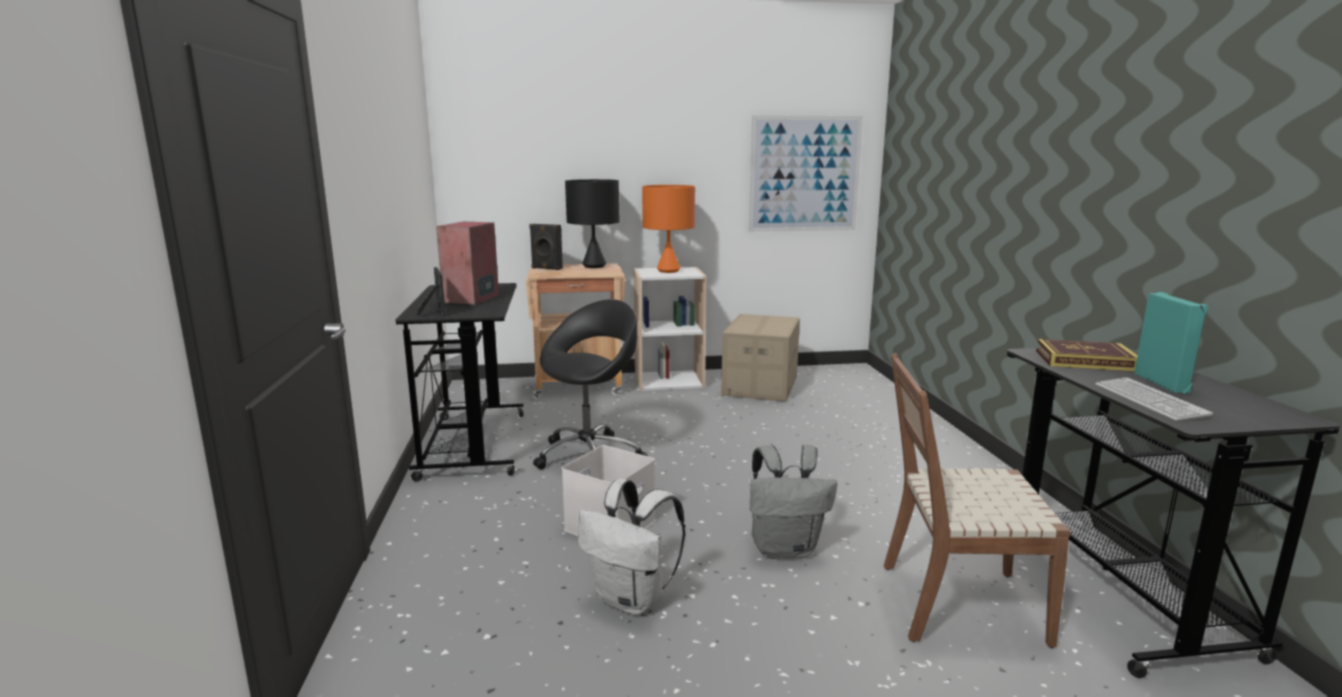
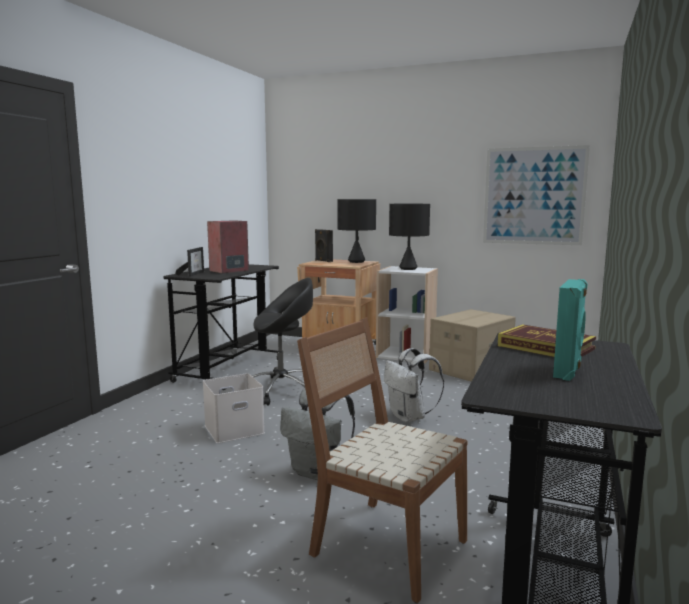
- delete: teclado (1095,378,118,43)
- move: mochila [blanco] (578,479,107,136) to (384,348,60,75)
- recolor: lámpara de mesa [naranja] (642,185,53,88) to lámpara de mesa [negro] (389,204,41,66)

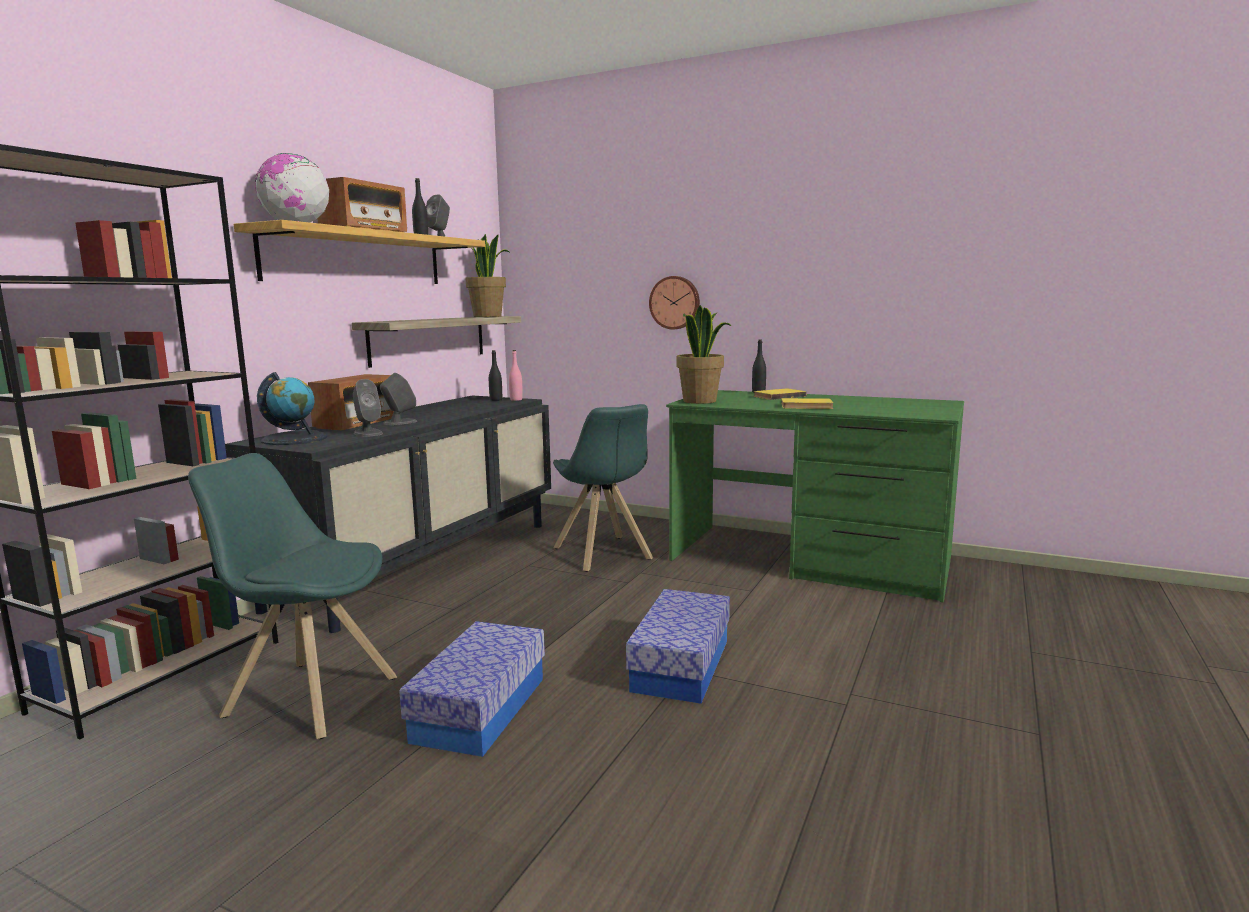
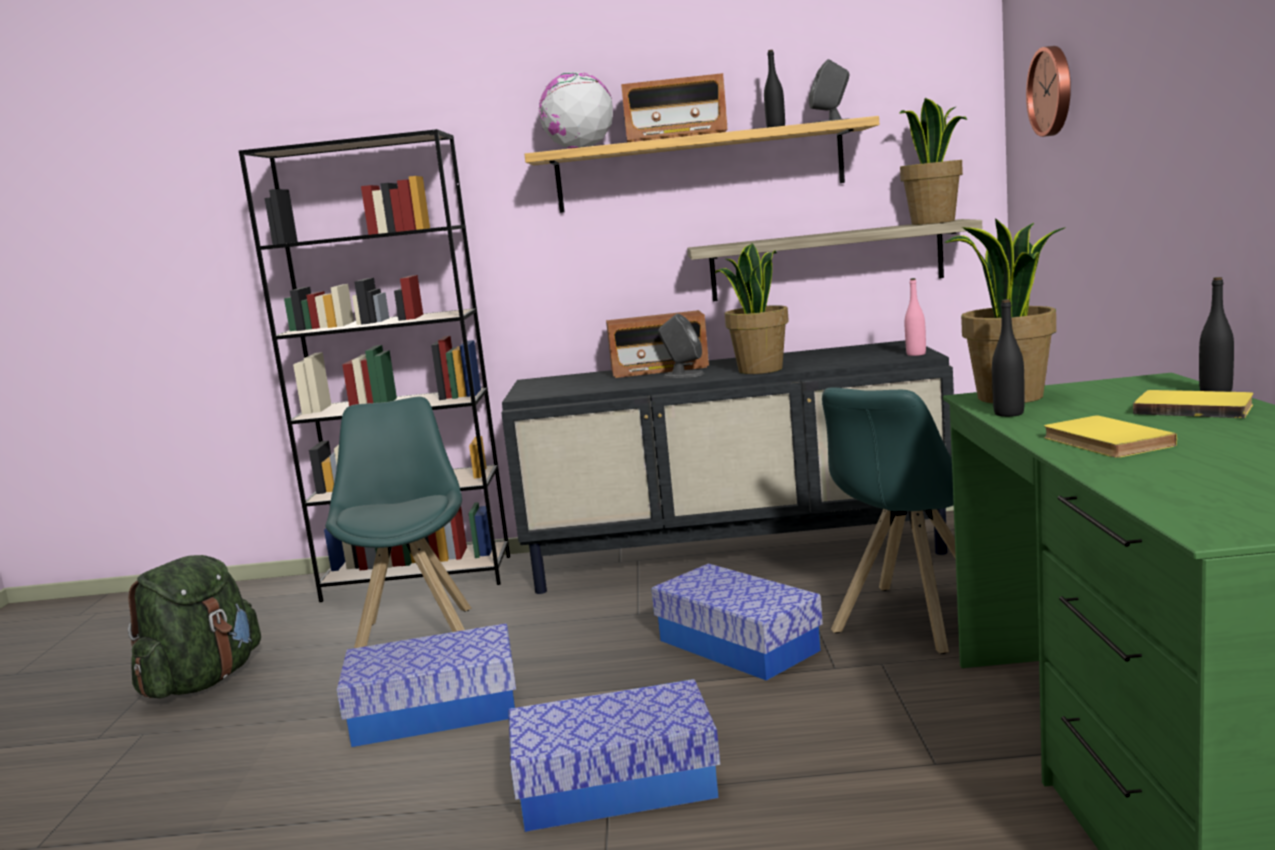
- delete: globo terráqueo (257,372,70,73)
- delete: altavoz [gris] (353,379,30,58)
- insert: mochila [verde] (128,555,133,143)
- insert: caja de almacenaje (652,563,171,118)
- insert: planta en maceta (714,243,75,131)
- move: botella [negro] (489,350,13,51) to (992,299,33,118)
- move: reloj de pared (649,276,51,53) to (1026,46,45,91)

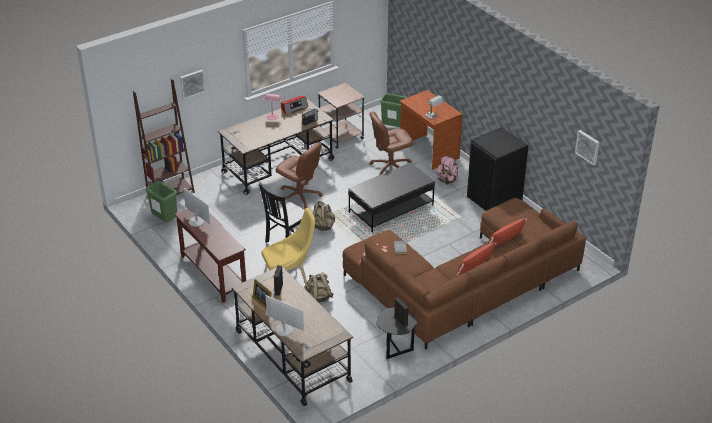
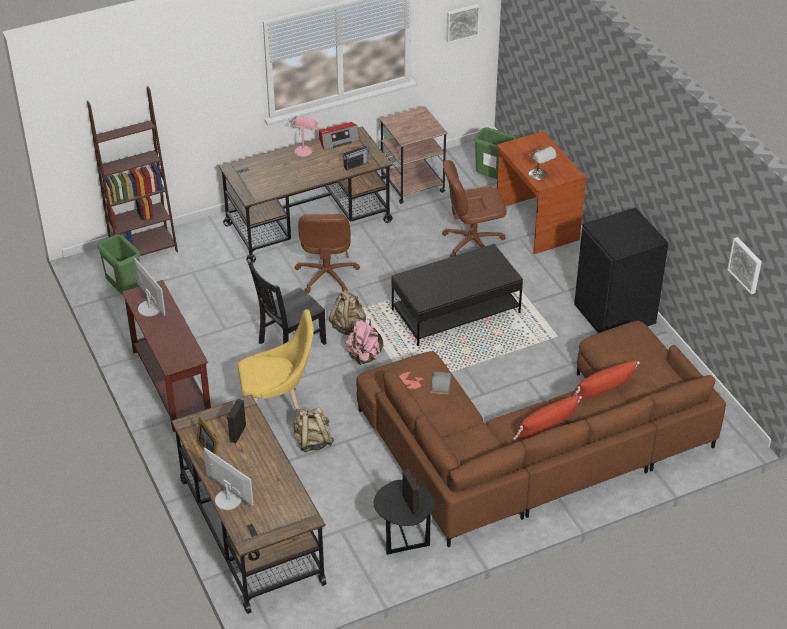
- move: cuadro (180,70,25,29) to (446,4,34,39)
- move: mochila [rosa] (436,154,22,31) to (345,319,38,46)
- rotate: silla de oficina [marrón] (276,142,47,67) = (294,214,66,79) 45 degrees clockwise

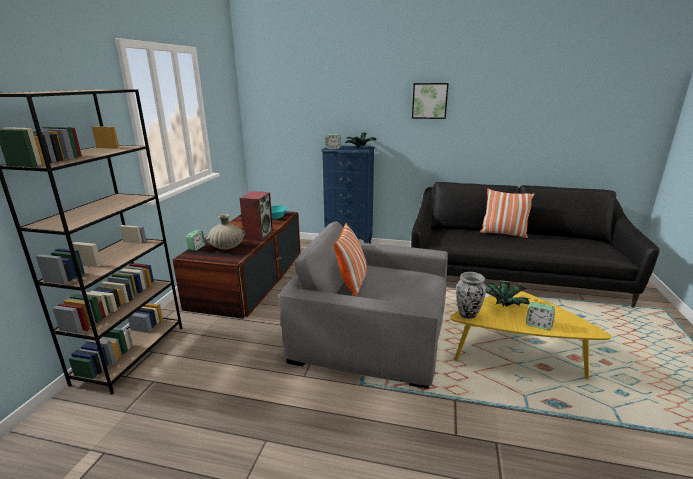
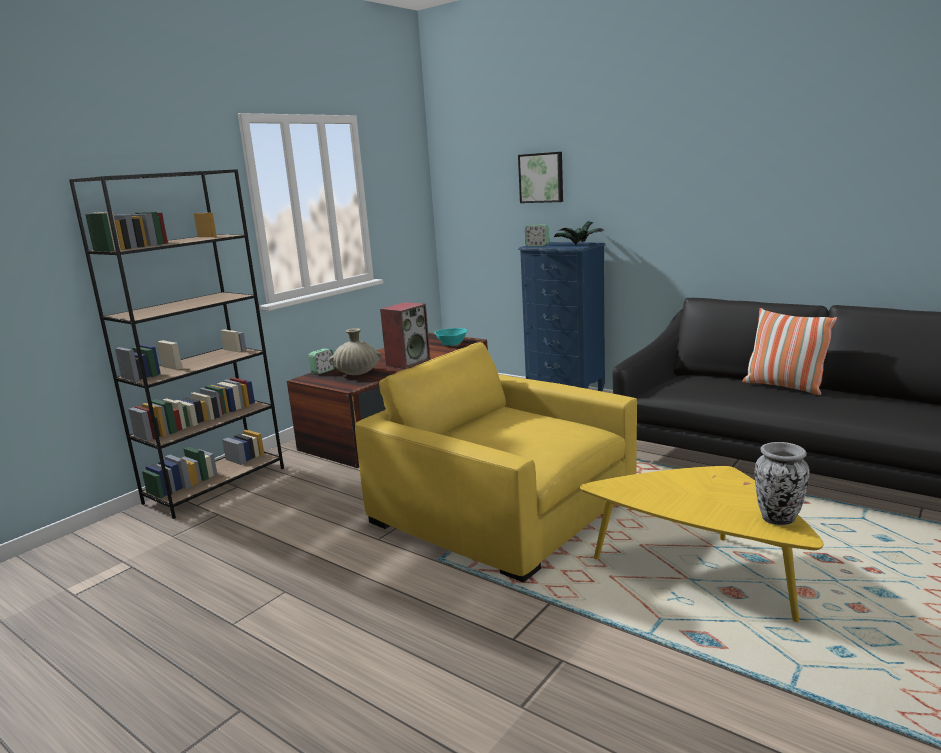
- delete: cojín (334,223,33,74)
- delete: planta en maceta (485,281,45,26)
- delete: despertador (526,302,29,28)
- move: cuadro (412,83,37,36) to (518,152,45,51)
- move: florero (456,272,30,47) to (755,442,55,83)
- recolor: sillón [gris] (279,221,169,168) to sillón [amarillo] (355,342,282,240)

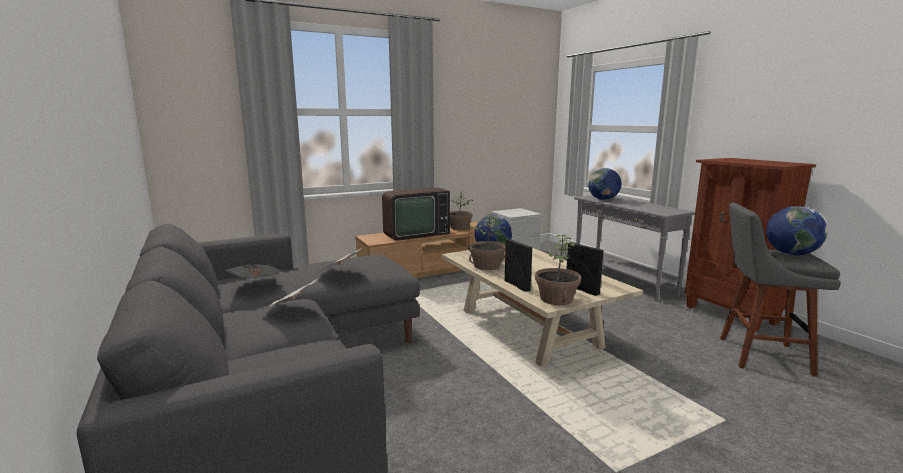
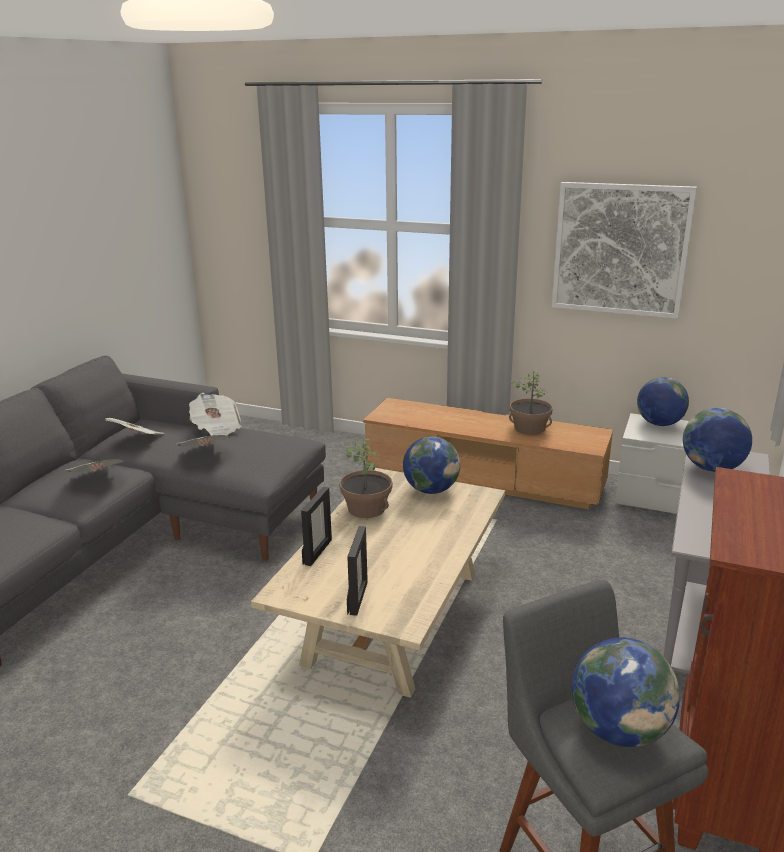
- delete: televisor (382,188,68,52)
- delete: planta en maceta (535,234,46,71)
- insert: periódico (189,393,52,43)
- insert: cuadro (552,182,145,137)
- insert: globo terráqueo (637,377,52,49)

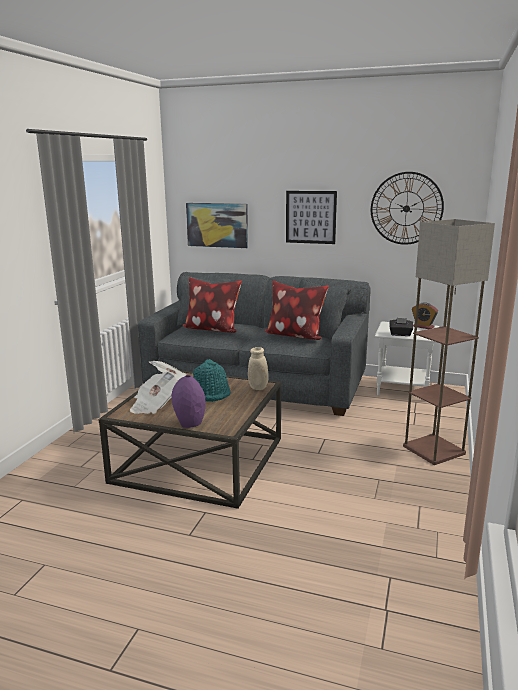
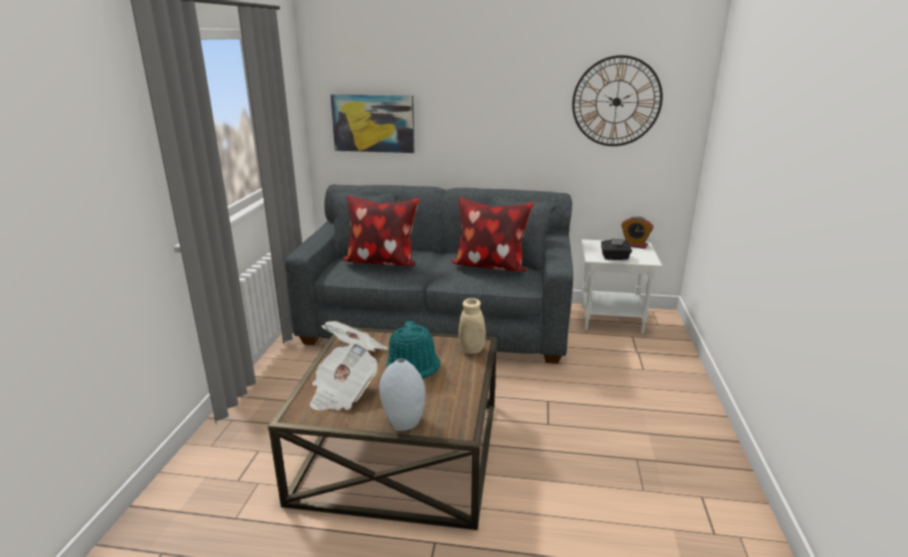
- delete: cuadro (286,191,51,53)
- delete: lámpara de pie (403,219,92,246)
- recolor: florero [morado] (171,375,35,53) to florero [gris] (379,359,47,72)

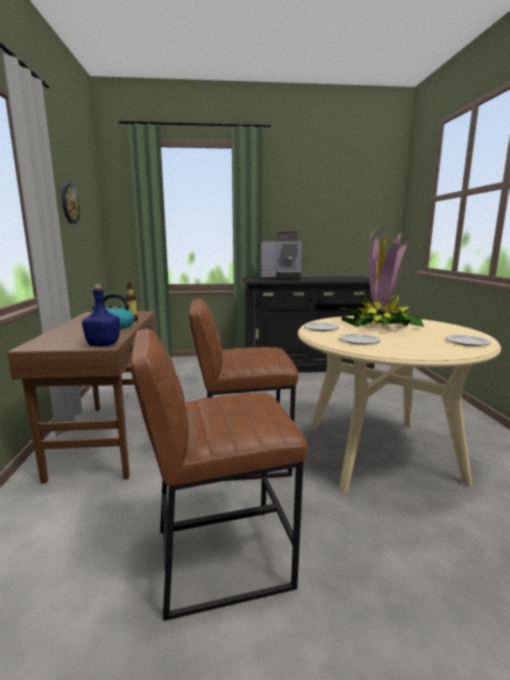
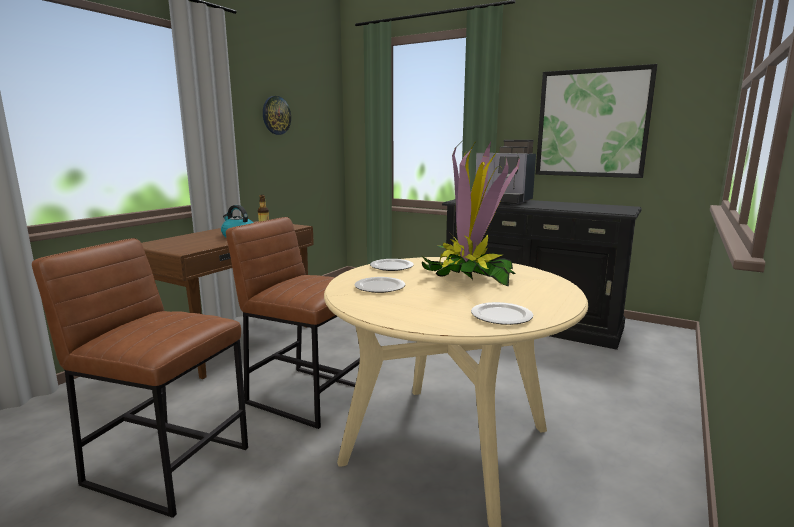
- delete: botella [azul] (82,284,38,63)
- insert: cuadro (536,64,121,114)

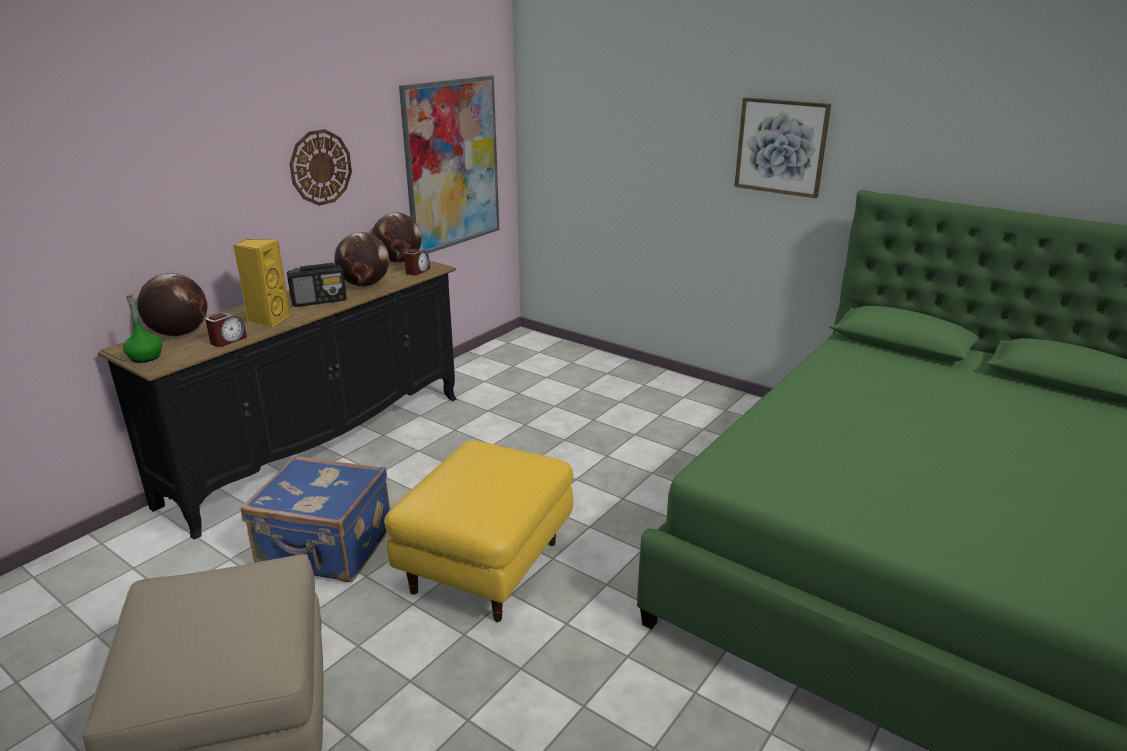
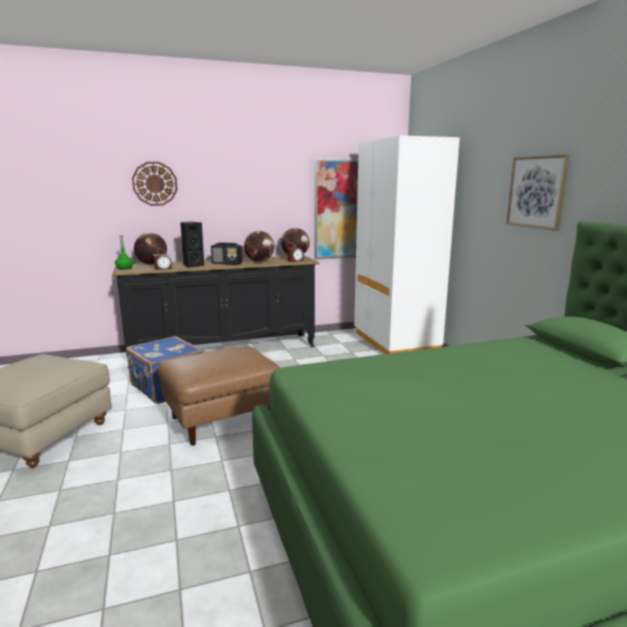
- insert: armario ropero [blanco] (354,135,106,219)
- move: reloj de pared (289,129,63,77) to (132,162,46,44)
- recolor: altavoz [amarillo] (233,239,57,89) to altavoz [negro] (180,222,24,46)
- recolor: puf [amarillo] (384,440,189,182) to puf [marrón] (158,346,122,100)

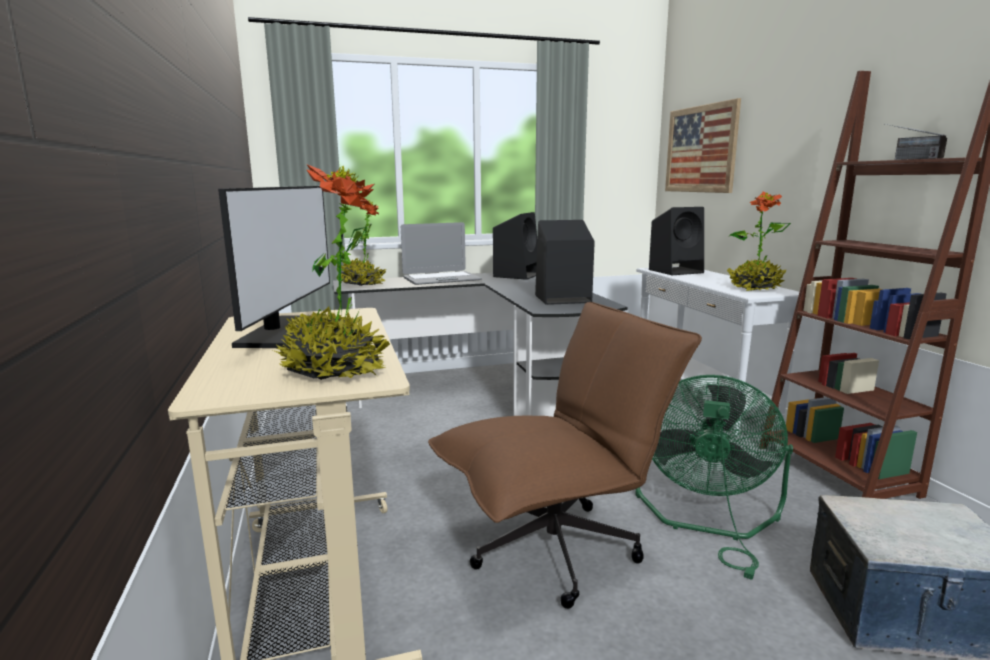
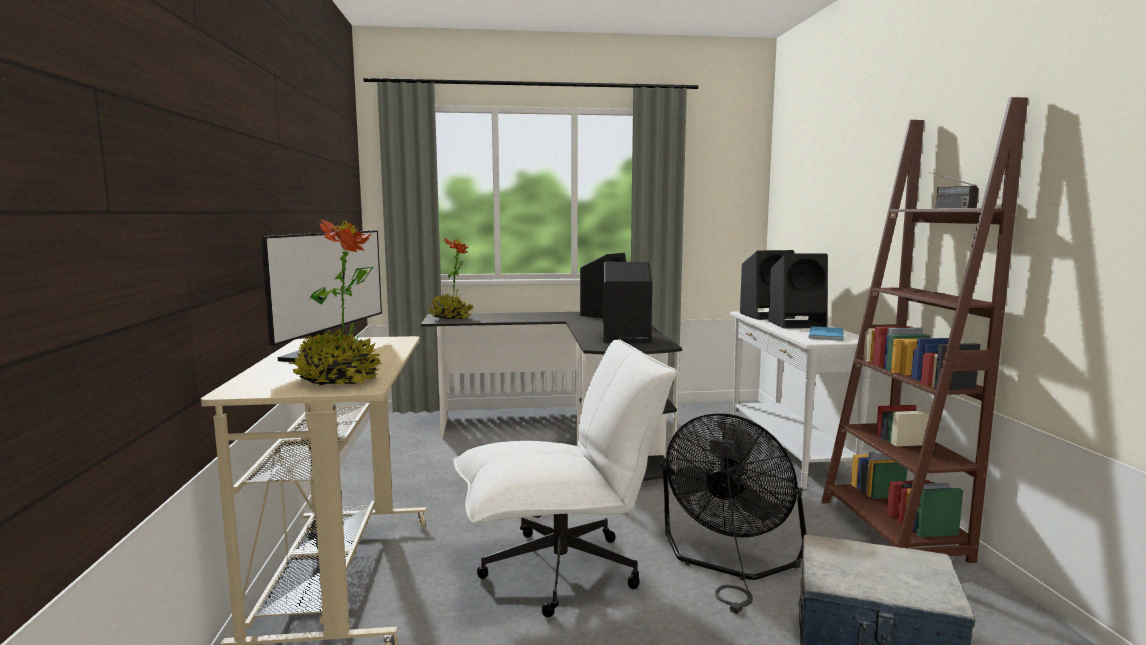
- delete: portátil (401,222,81,63)
- delete: cuadro (665,98,76,95)
- insert: altavoz [negro] (768,253,60,76)
- replace: planta en maceta (727,192,64,99) to libro [azul] (808,326,36,15)
- recolor: silla de oficina [marrón] (428,302,274,307) to silla de oficina [blanco] (454,339,223,278)
- recolor: ventilador [verde] (635,375,158,205) to ventilador [negro] (660,413,147,201)

